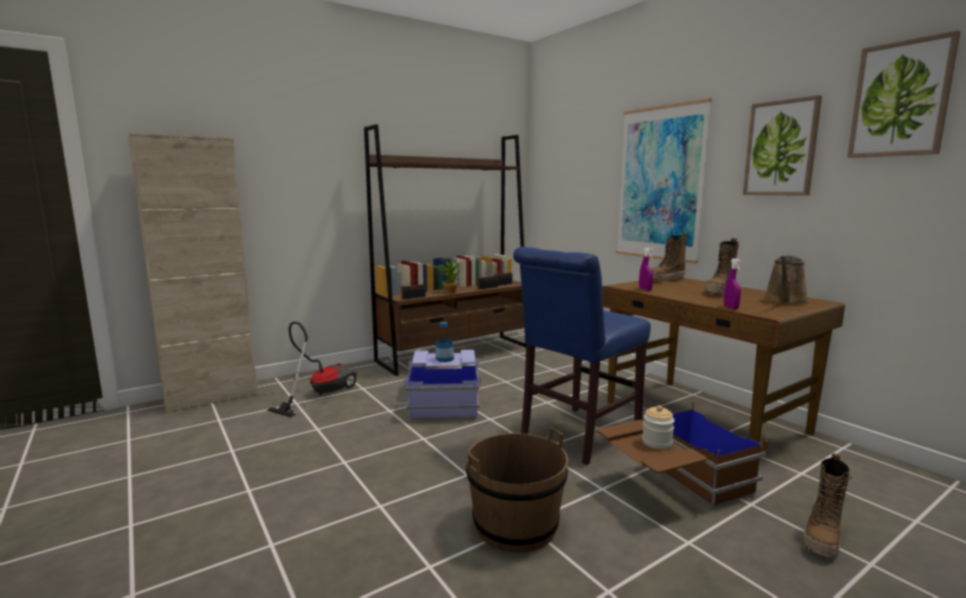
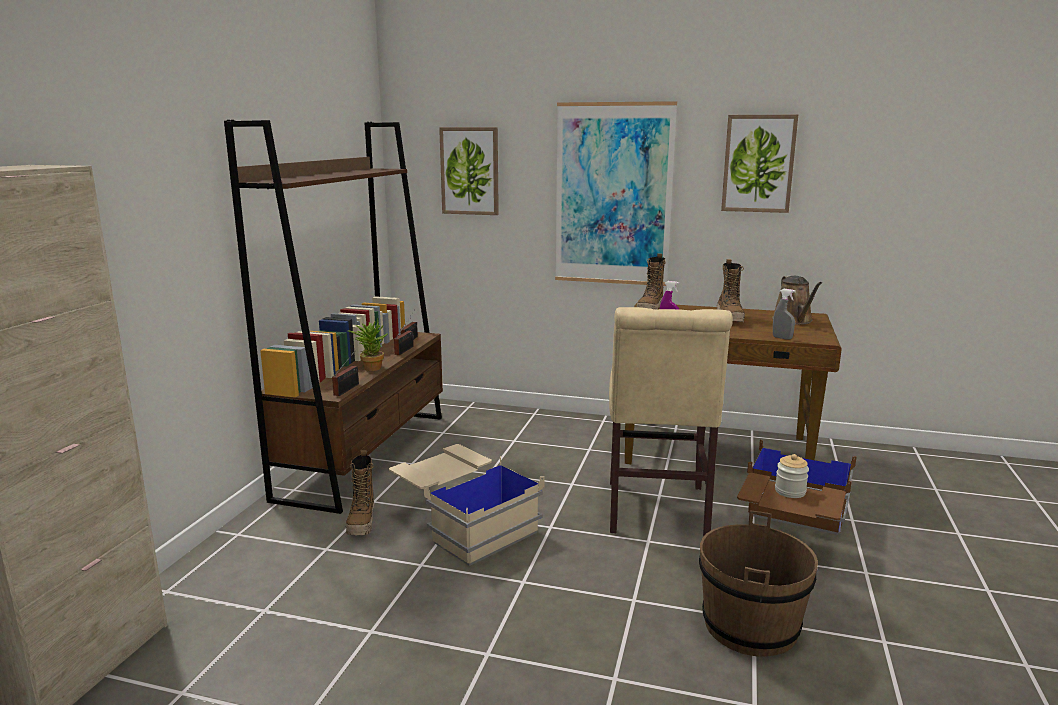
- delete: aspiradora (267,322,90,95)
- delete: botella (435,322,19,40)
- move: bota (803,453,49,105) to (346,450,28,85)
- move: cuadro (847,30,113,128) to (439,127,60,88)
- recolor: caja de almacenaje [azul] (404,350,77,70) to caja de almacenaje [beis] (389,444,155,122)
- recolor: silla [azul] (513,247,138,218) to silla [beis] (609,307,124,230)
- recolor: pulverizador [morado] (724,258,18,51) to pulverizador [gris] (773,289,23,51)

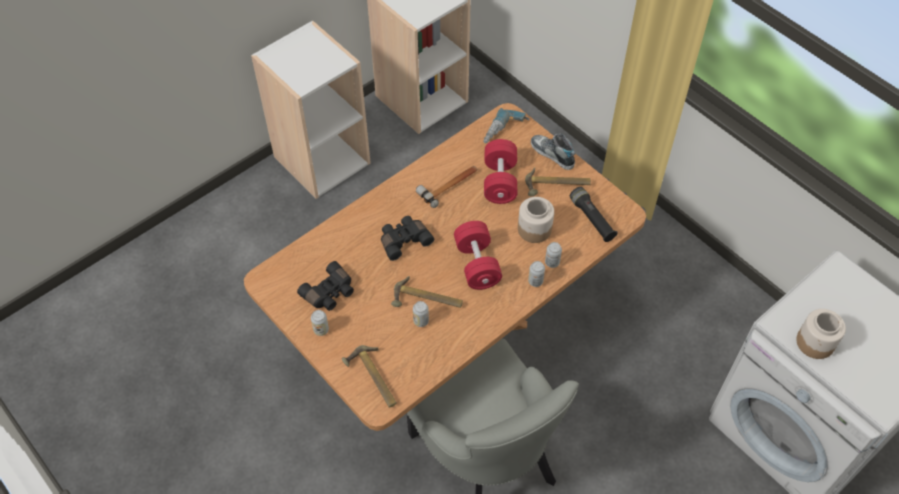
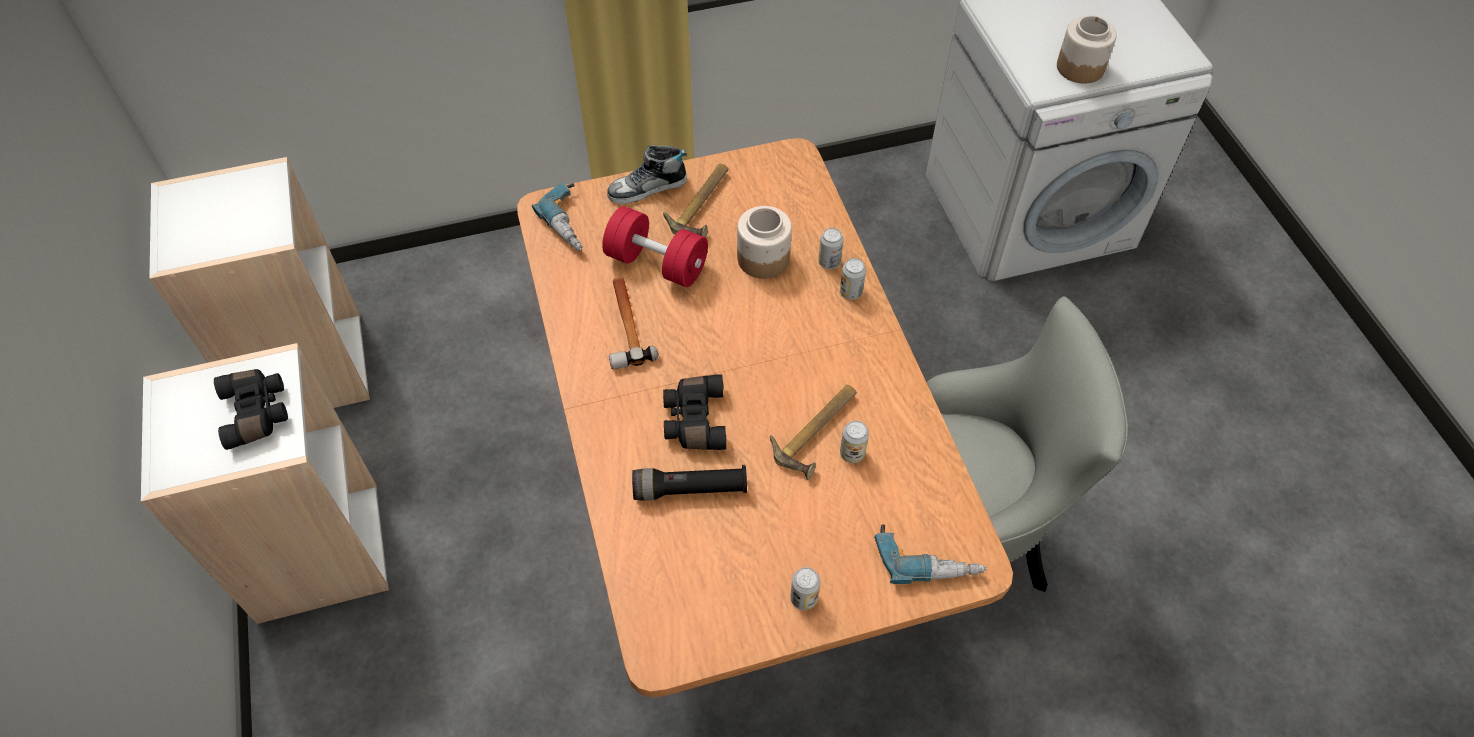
- delete: mancuerna [rojo] (454,221,48,69)
- move: prismáticos [negro] (297,261,57,50) to (214,369,74,81)
- move: linterna [negro] (570,187,48,55) to (632,465,115,36)
- replace: martillo (342,345,55,63) to taladro (874,524,113,60)

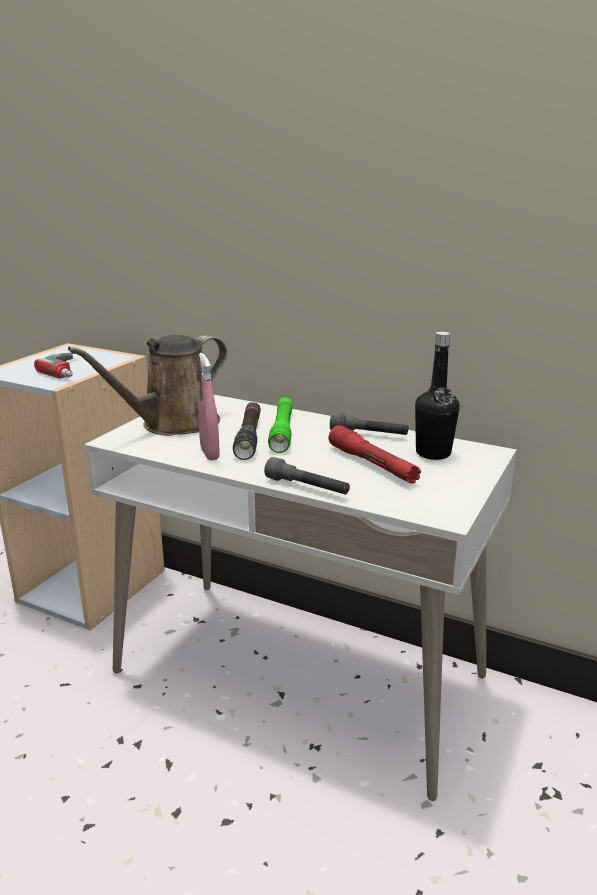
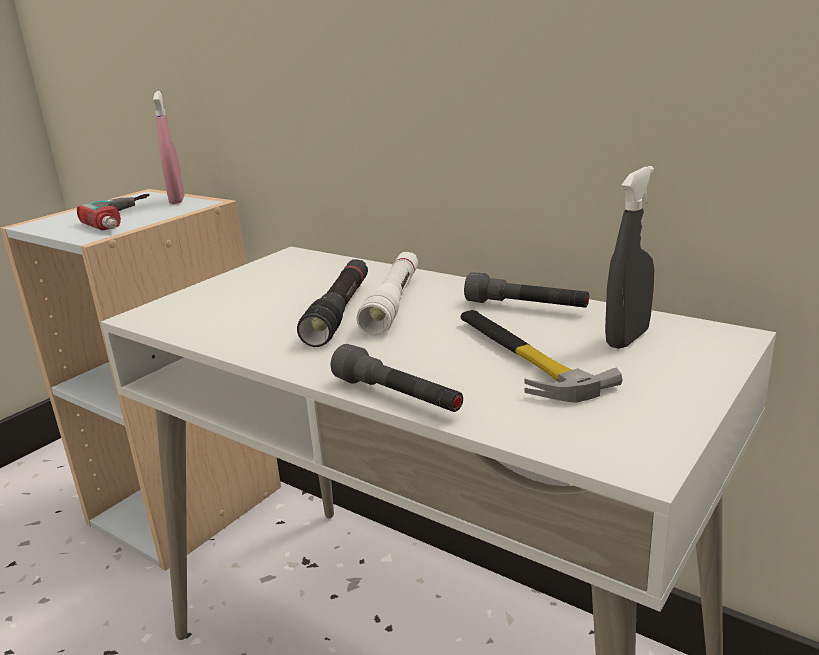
- delete: regadera [marrón] (68,335,159,101)
- move: pulverizador [rosa] (198,353,22,107) to (153,91,32,113)
- replace: linterna [rojo] (328,425,93,59) to martillo (460,310,163,93)
- replace: botella [negro] (415,332,45,128) to pulverizador [gris] (605,166,49,183)
- recolor: linterna [verde] (268,397,25,56) to linterna [blanco] (357,252,61,84)

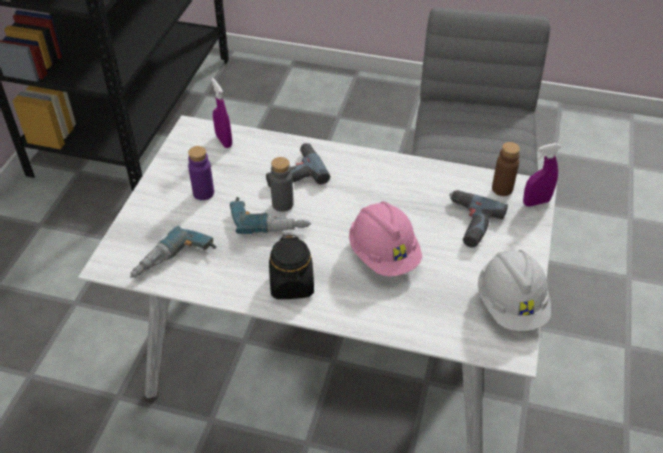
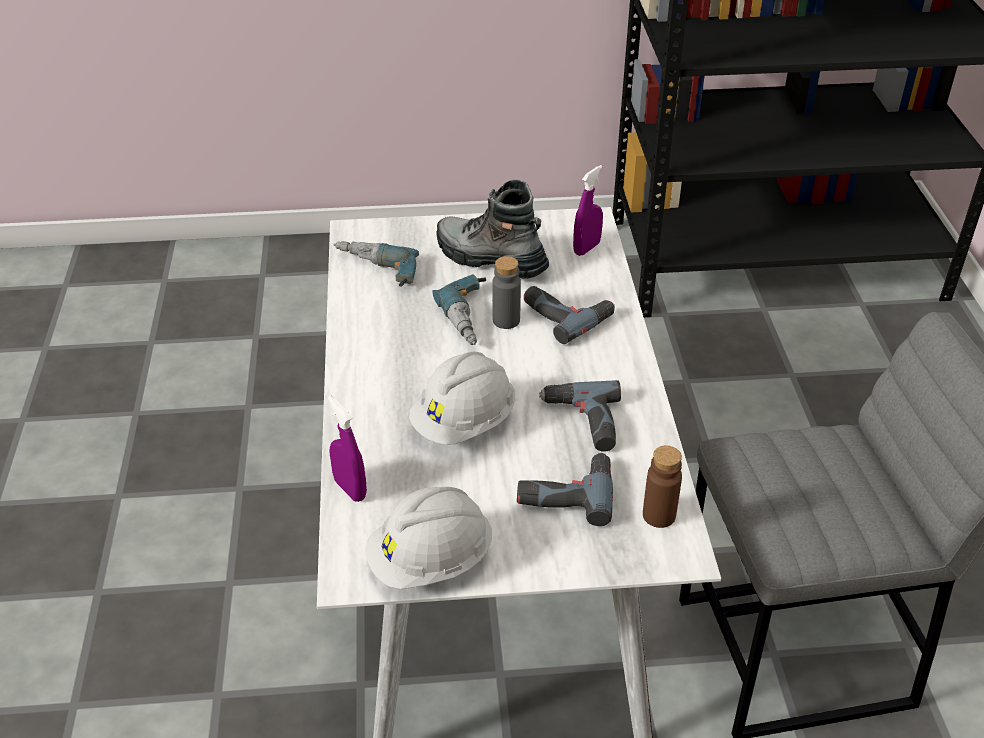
- delete: tarro [negro] (269,235,45,64)
- insert: taladro (539,380,82,72)
- move: pulverizador [morado] (523,143,38,64) to (328,396,39,106)
- replace: botella [morado] (188,146,26,54) to bota (436,180,113,99)
- recolor: casco [rosa] (349,202,73,74) to casco [blanco] (409,352,106,93)

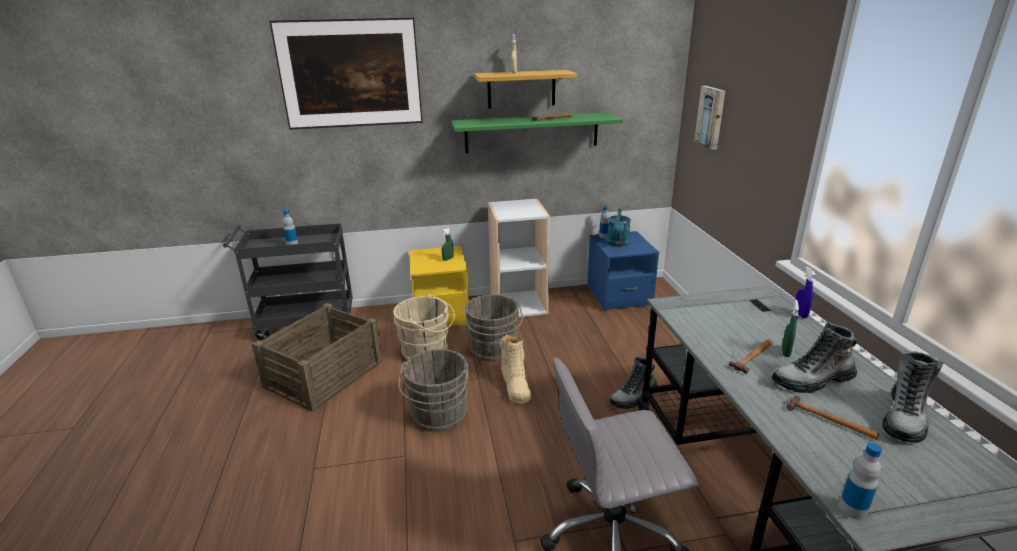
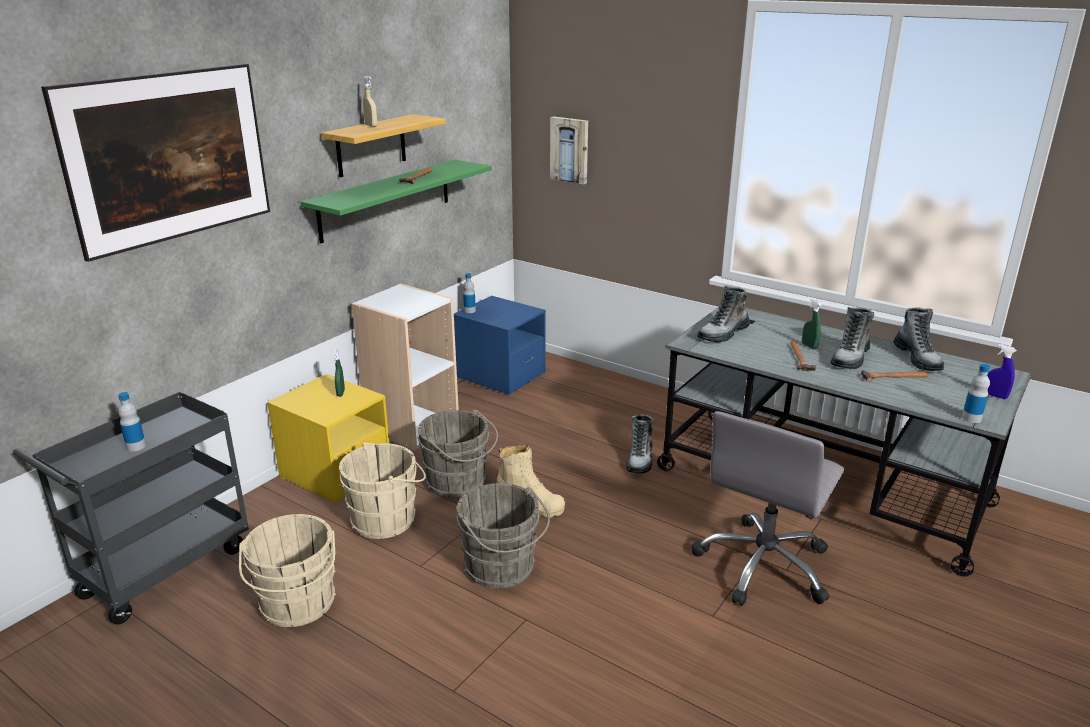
- delete: regadera [turquesa] (607,209,24,38)
- insert: bota (697,286,53,56)
- move: pulverizador [azul] (795,266,21,52) to (987,344,30,55)
- replace: caja de embalaje (252,303,131,109) to cubo [beis] (239,514,97,113)

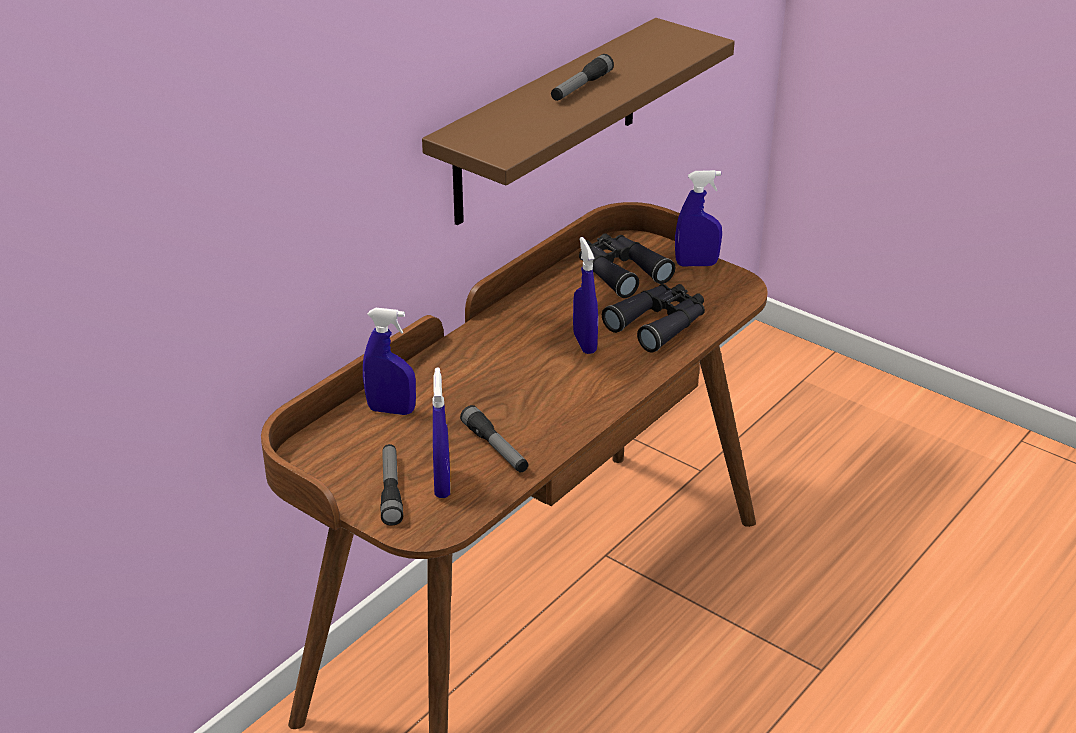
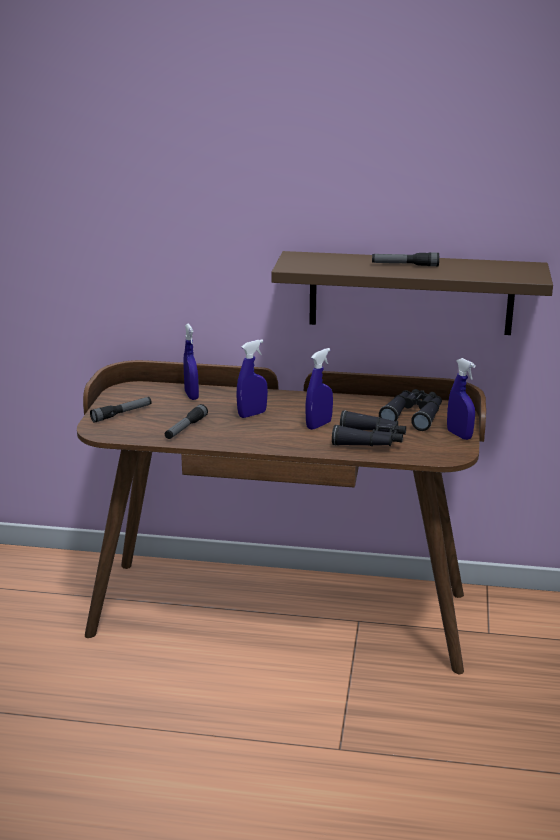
- move: pulverizador [azul] (433,367,17,131) to (237,339,31,79)

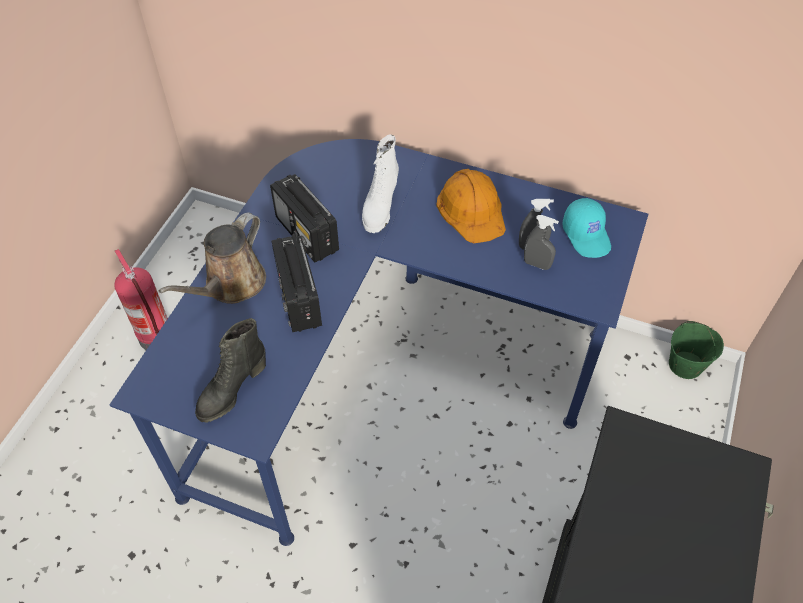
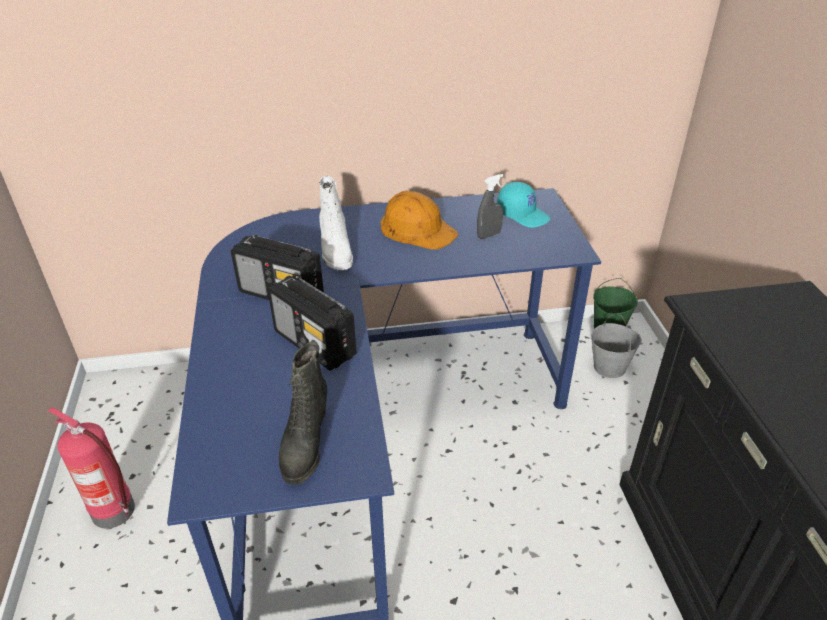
- delete: regadera [marrón] (158,212,108,92)
- delete: pulverizador [gris] (524,215,35,55)
- insert: cubo [gris] (591,314,51,64)

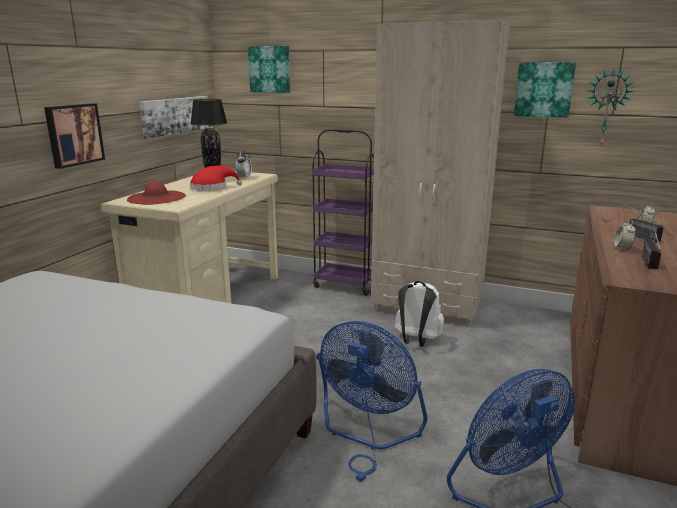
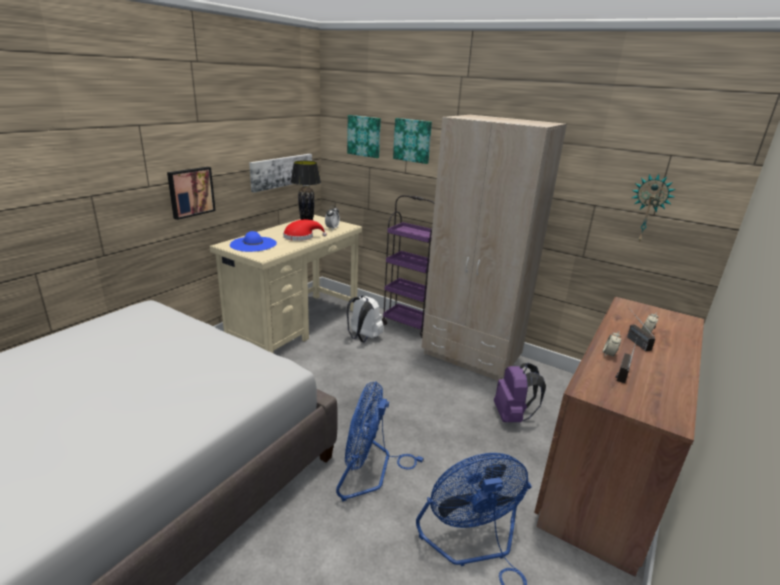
- insert: mochila [morado] (494,363,52,59)
- move: mochila [blanco] (395,281,49,66) to (347,296,36,46)
- move: cuadro (514,62,62,56) to (393,118,39,46)
- recolor: sombrero [rojo] (127,182,59,23) to sombrero [azul] (230,231,47,21)
- rotate: ventilador [azul] (316,321,112,161) = (336,382,88,120) 120 degrees counterclockwise

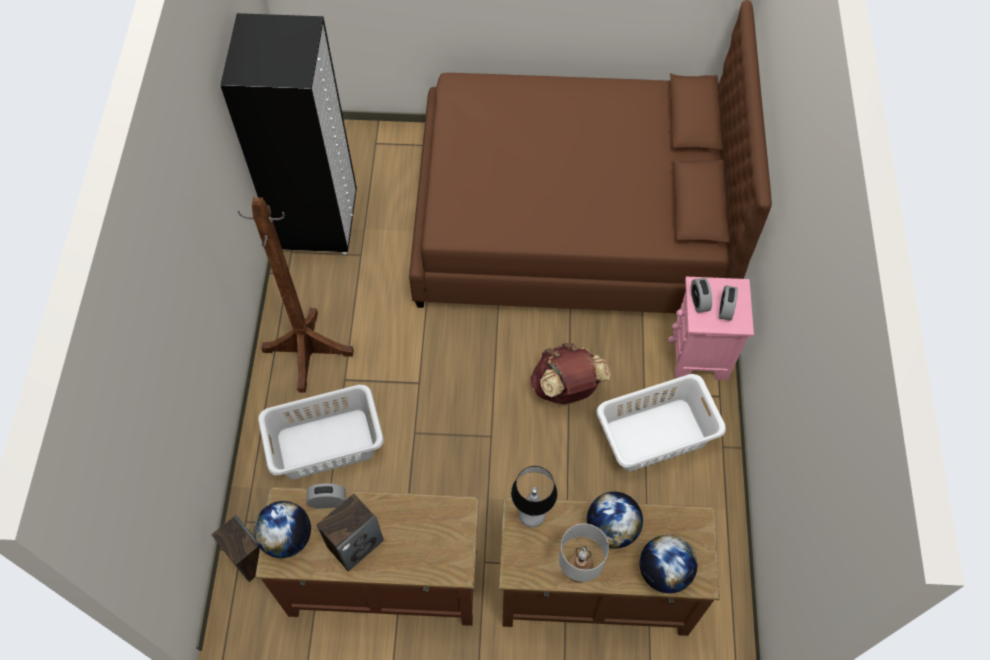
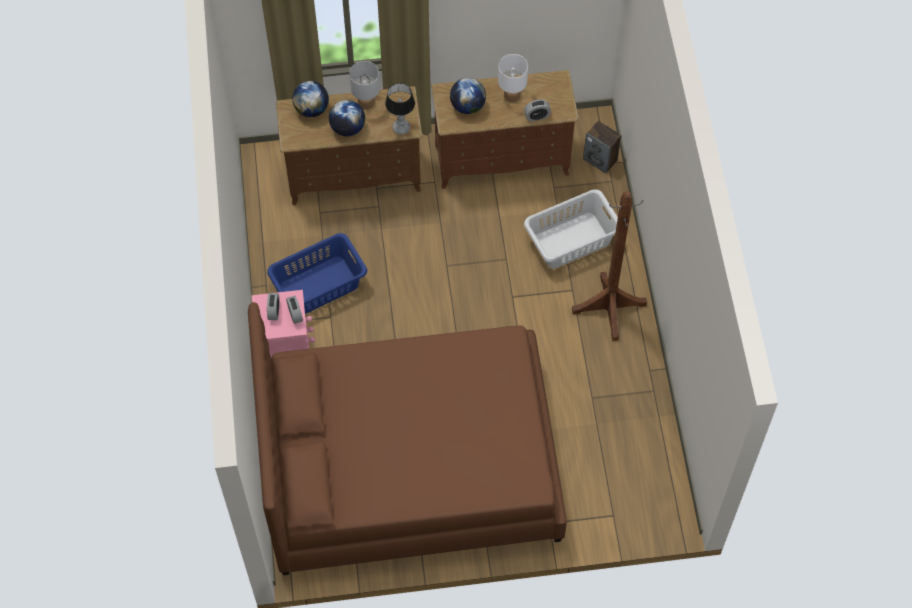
- delete: armario ropero (220,13,137,242)
- delete: mochila [marrón] (530,343,81,62)
- move: globo terráqueo (254,501,57,57) to (450,78,36,36)
- replace: altavoz (317,494,67,77) to lámpara de mesa [blanco] (498,54,30,49)
- recolor: cesto de la ropa [blanco] (596,374,130,97) to cesto de la ropa [azul] (267,233,100,81)

